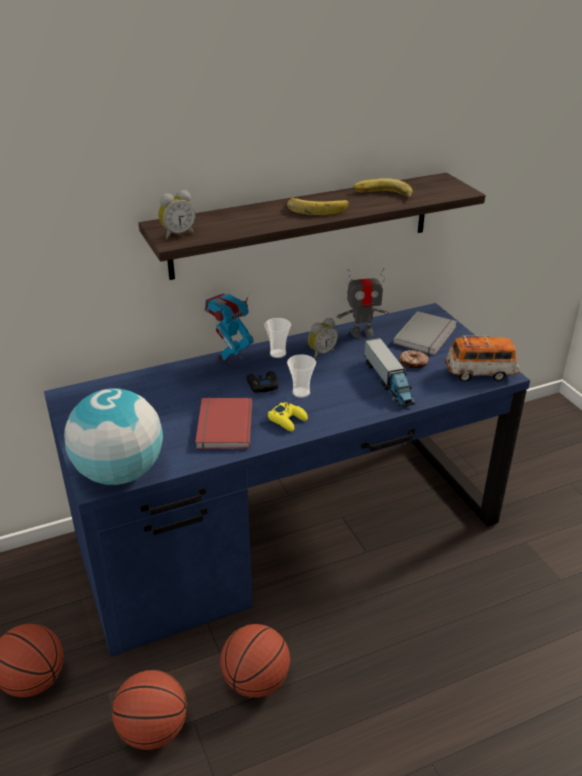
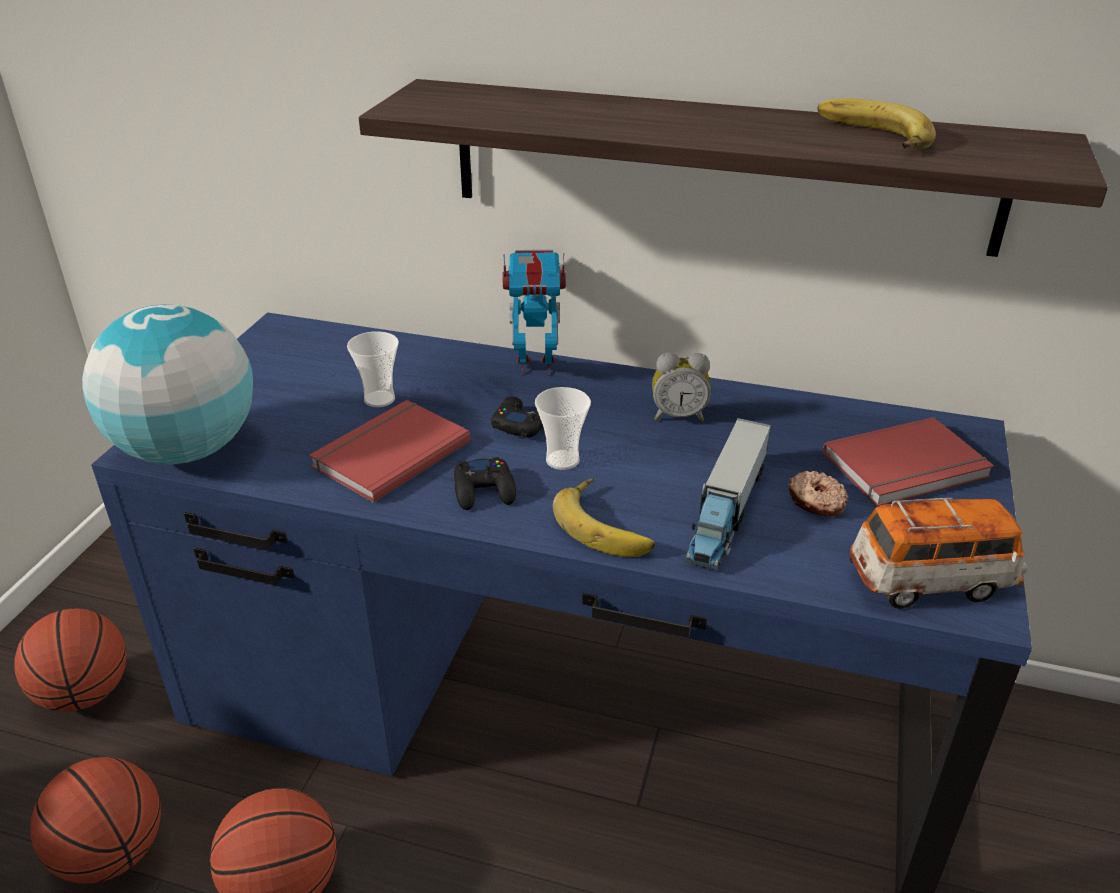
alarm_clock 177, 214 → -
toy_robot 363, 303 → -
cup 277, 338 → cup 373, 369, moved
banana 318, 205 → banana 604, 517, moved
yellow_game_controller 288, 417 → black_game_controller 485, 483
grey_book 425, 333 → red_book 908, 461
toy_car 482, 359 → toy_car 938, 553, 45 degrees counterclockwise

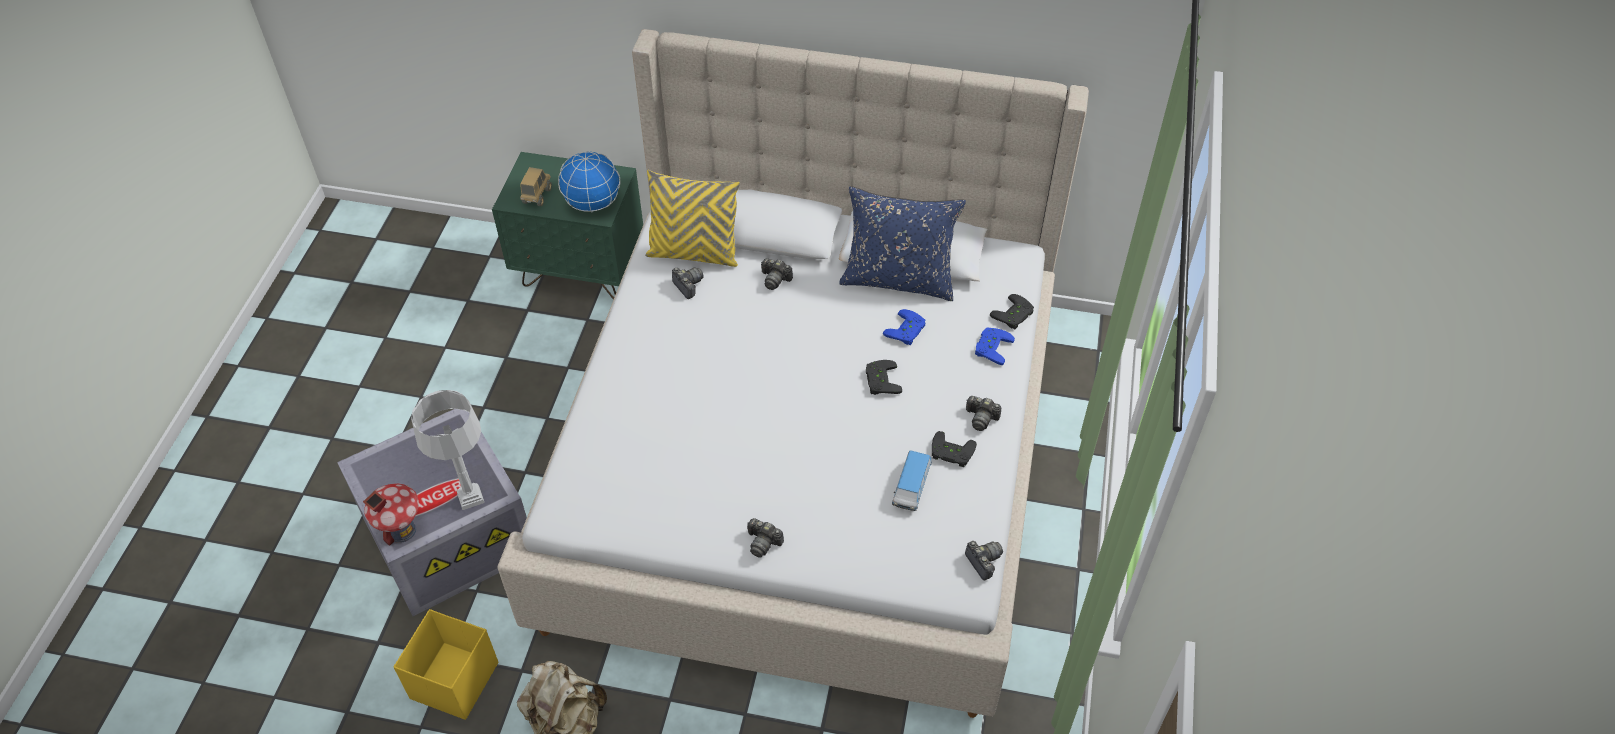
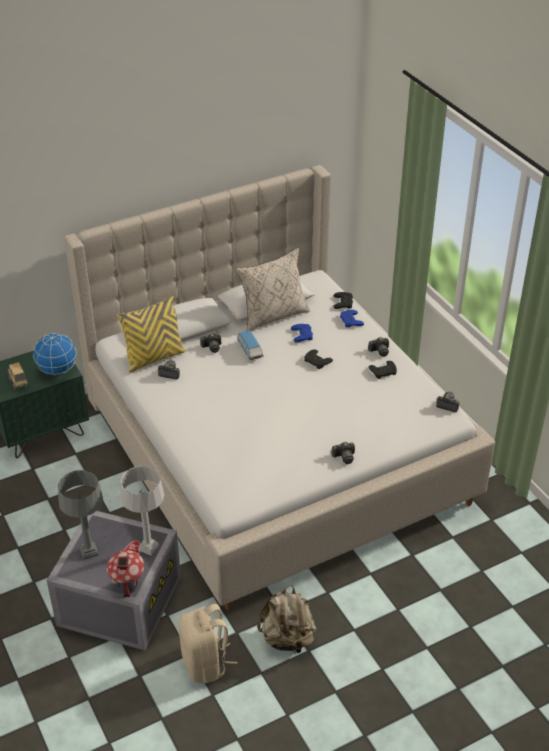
- → grey_table_lamp 80, 515
toy_car 912, 480 → toy_car 250, 345, moved
yellow_storage_box 445, 664 → beige_backpack 208, 643
blue_pillow 902, 243 → beige_pillow 272, 289

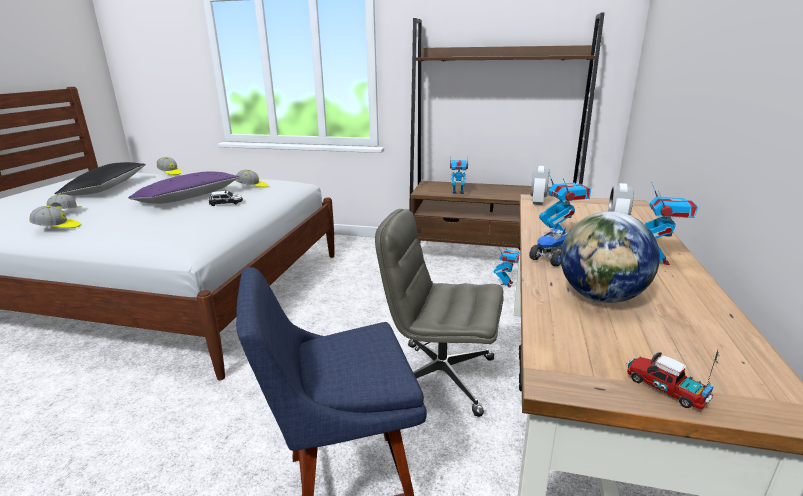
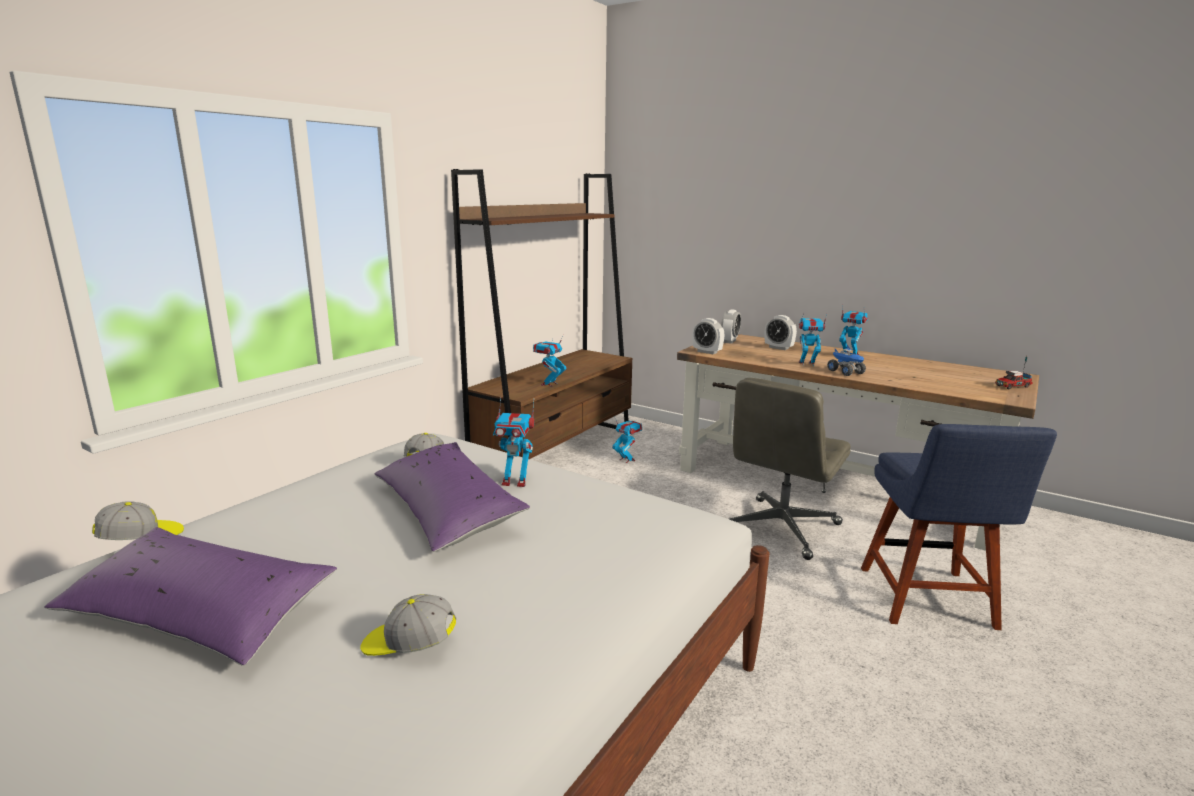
cap 55, 217 → -
globe 610, 257 → -
- → alarm_clock 731, 326
toy_car 226, 198 → toy_robot 513, 442
black_pillow 100, 179 → purple_pillow 191, 596

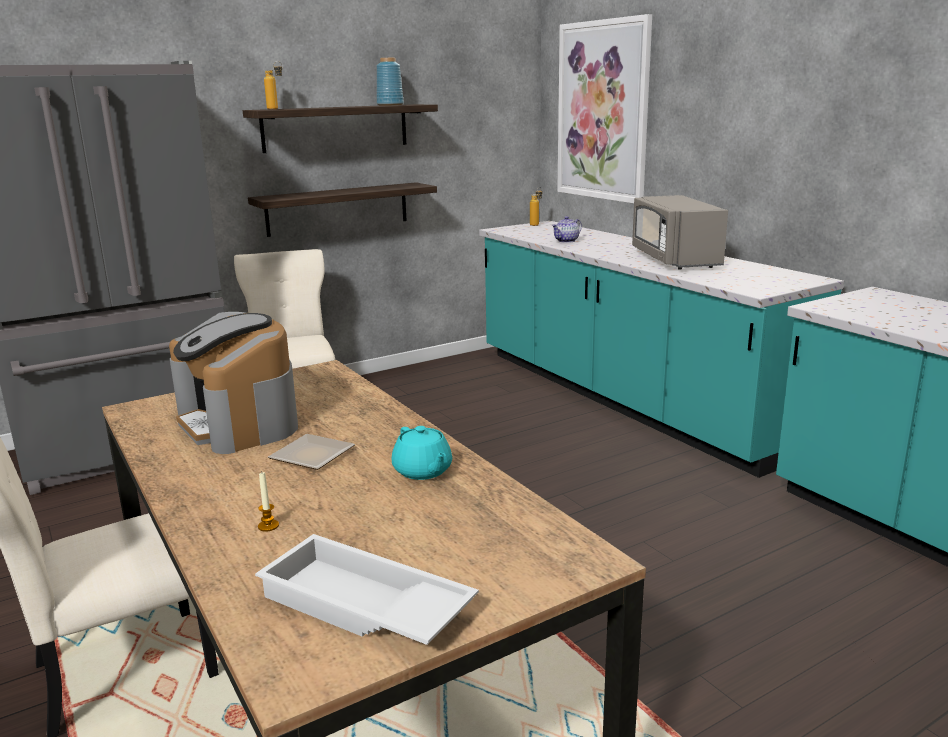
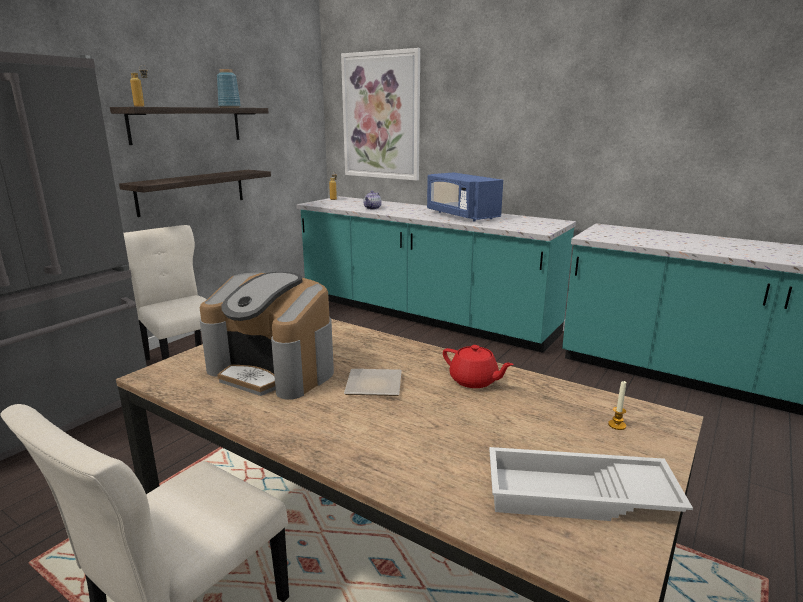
candle 268, 502 → candle 617, 405, moved
turquoise_teapot 422, 453 → red_teapot 478, 366
grey_microwave 680, 232 → blue_microwave 465, 196

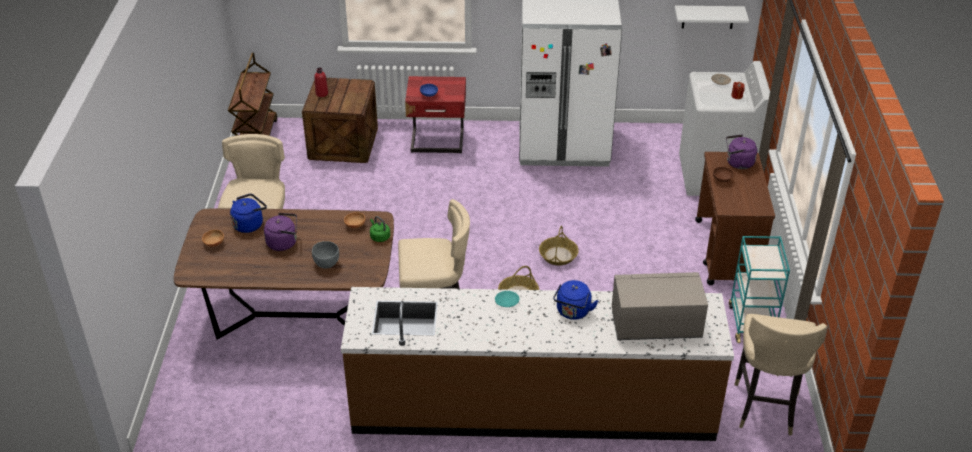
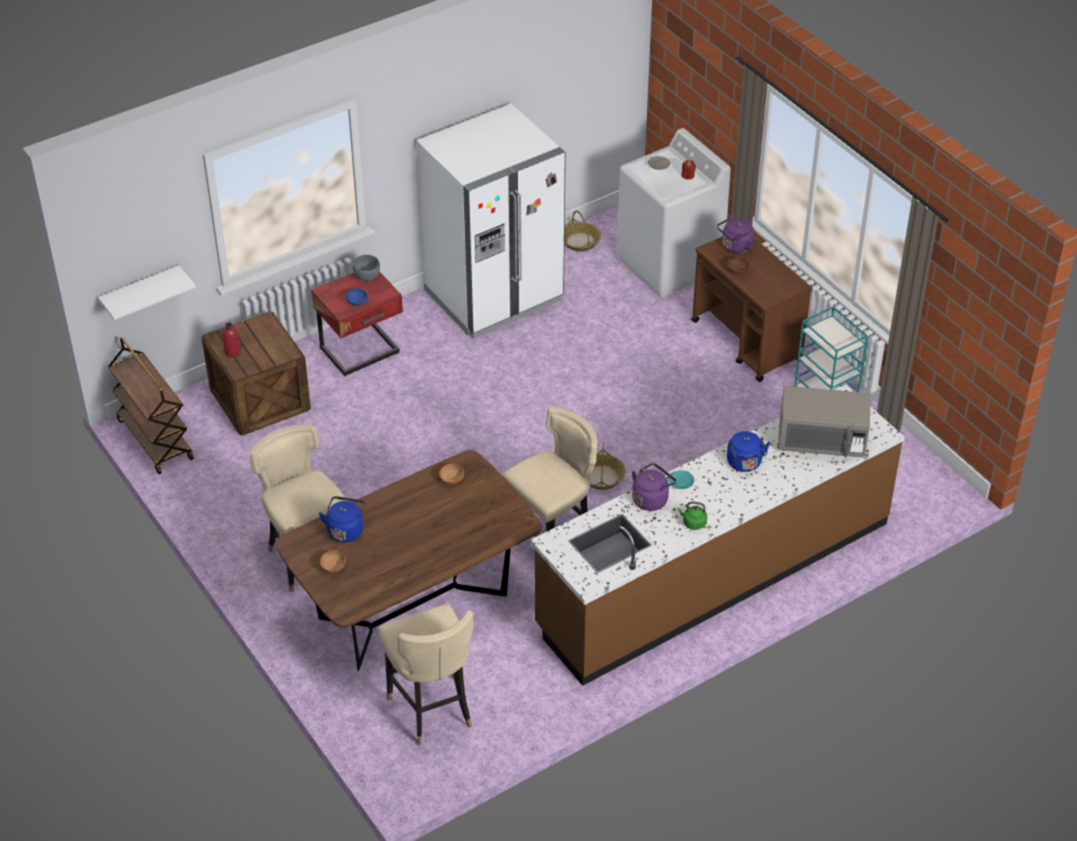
purple_kettle 280, 232 → purple_kettle 654, 487, moved
grey_bowl 325, 255 → grey_bowl 366, 268, moved
green_kettle 380, 229 → green_kettle 692, 516, moved
basket 559, 245 → basket 583, 230, moved
white_shelf 712, 17 → white_shelf 147, 292, moved
beige_chair 781, 375 → beige_chair 425, 674, moved
grey_microwave 660, 306 → grey_microwave 824, 422, 135 degrees counterclockwise

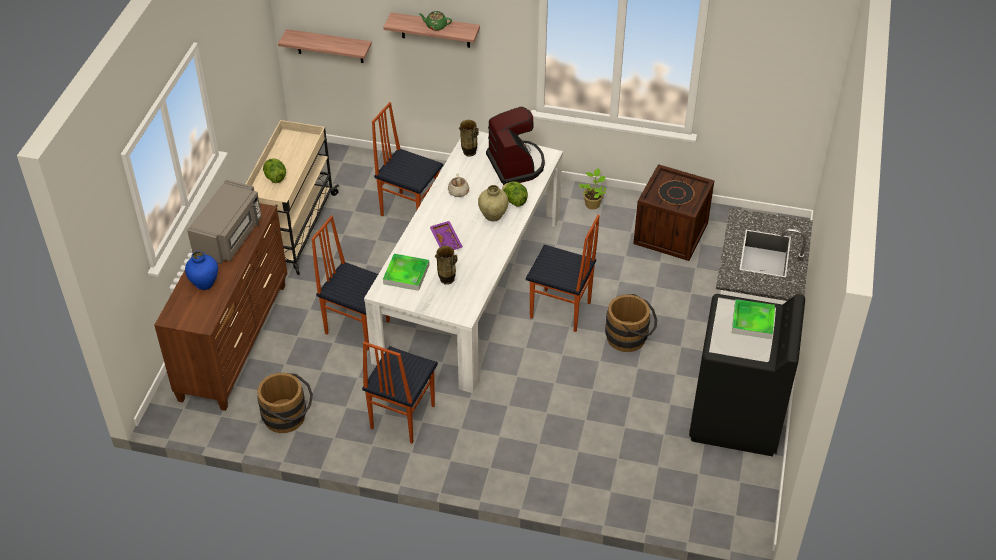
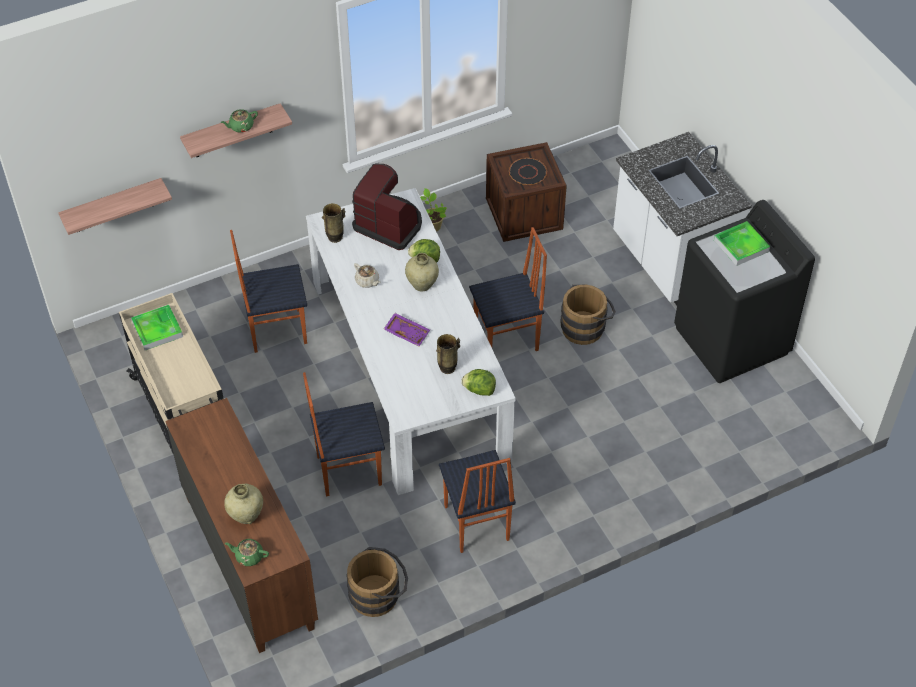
grey_microwave 224, 221 → -
- → green_teapot 247, 552
lettuce 274, 170 → lettuce 478, 382, moved
tray 406, 272 → tray 157, 327, moved
blue_vase 201, 270 → beige_vase 243, 504

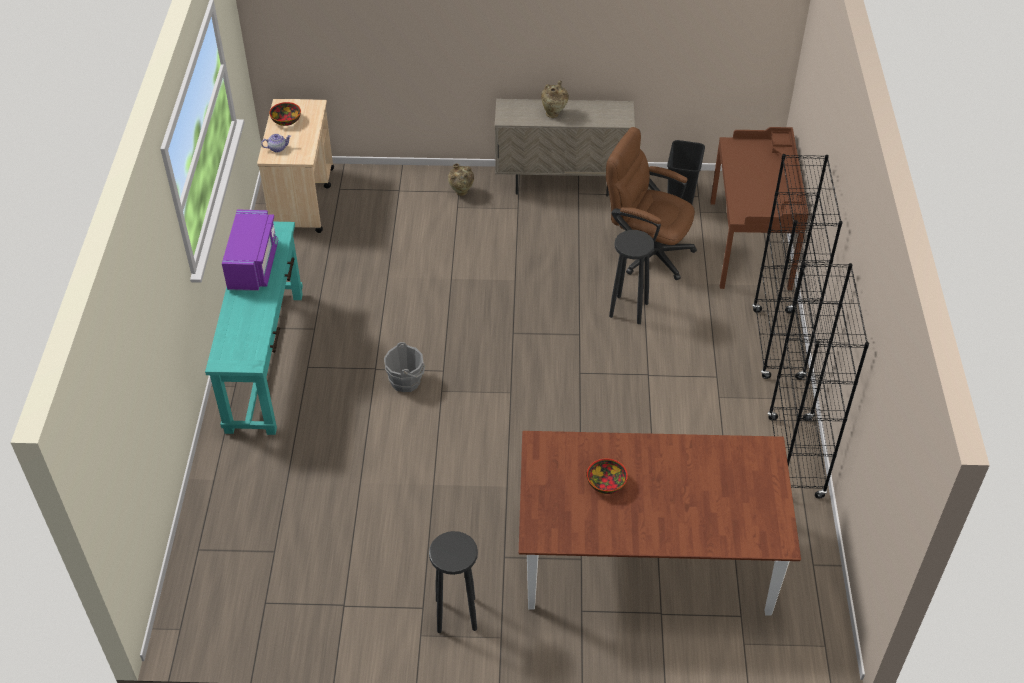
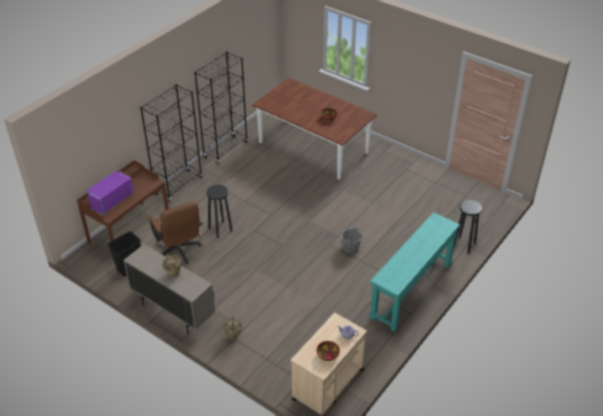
purple_microwave 250, 250 → purple_microwave 110, 193, moved
black_stool 453, 582 → black_stool 468, 227, moved

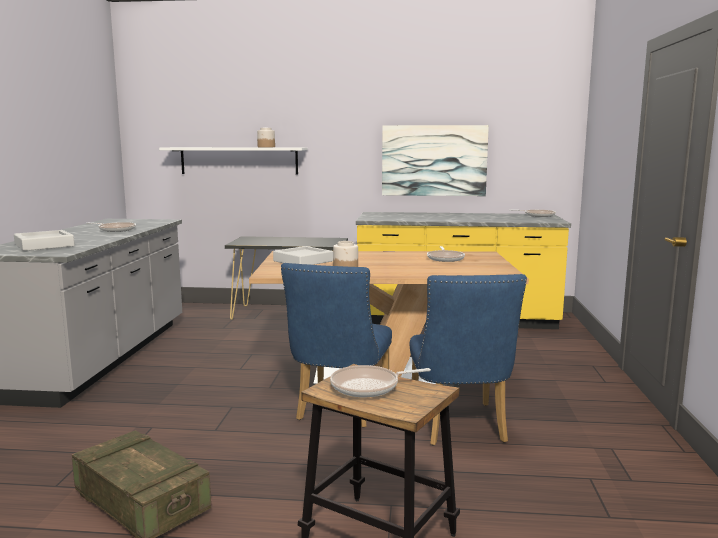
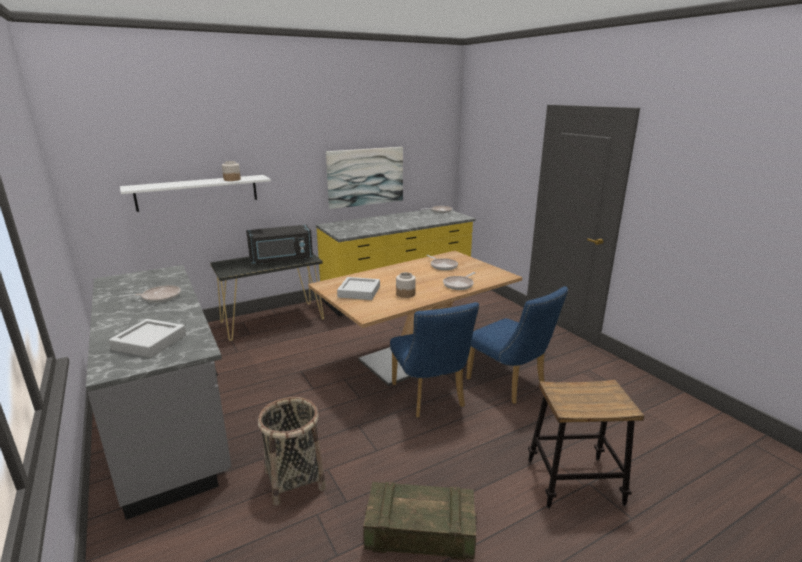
- → black_microwave 279, 244
- → basket 292, 451
frying_pan 380, 381 → frying_pan 459, 281, moved

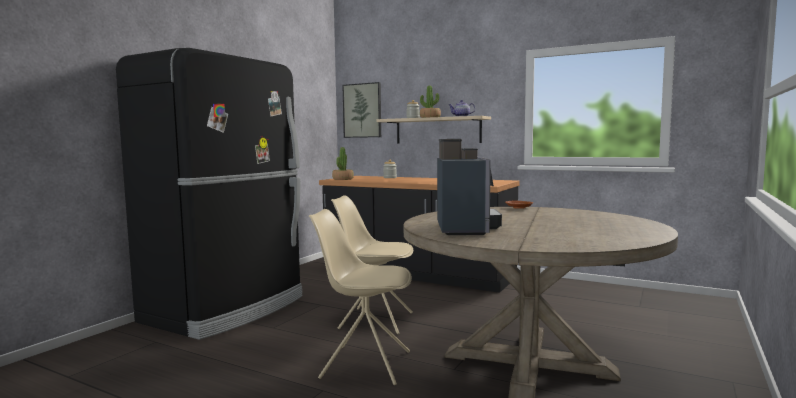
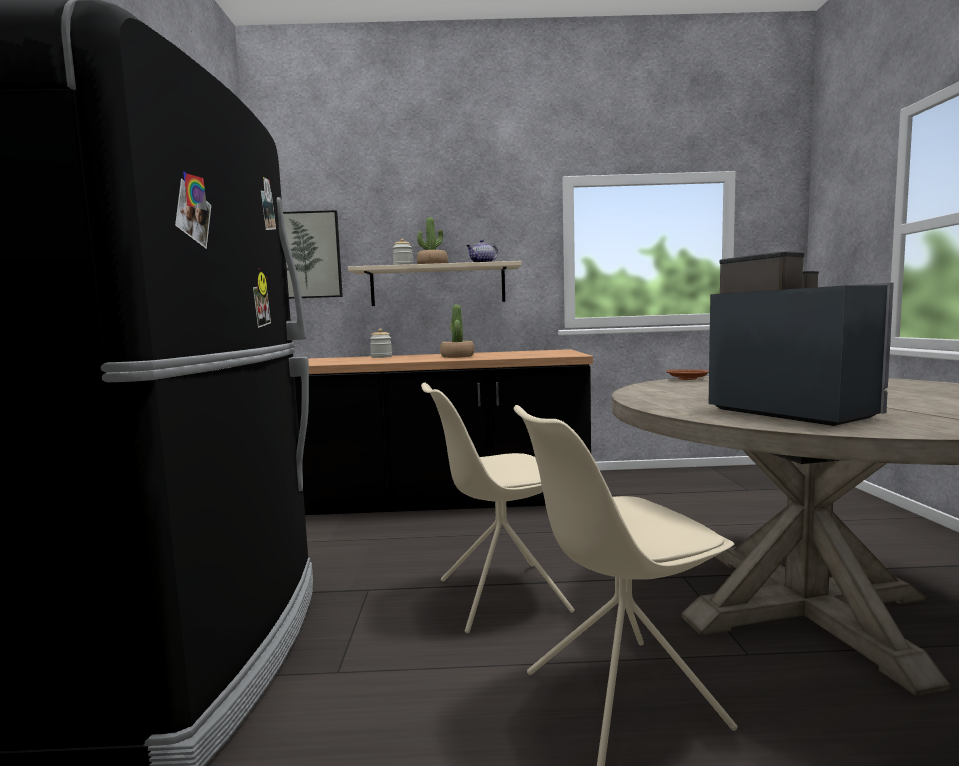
potted_plant 343, 163 → potted_plant 457, 331, moved

